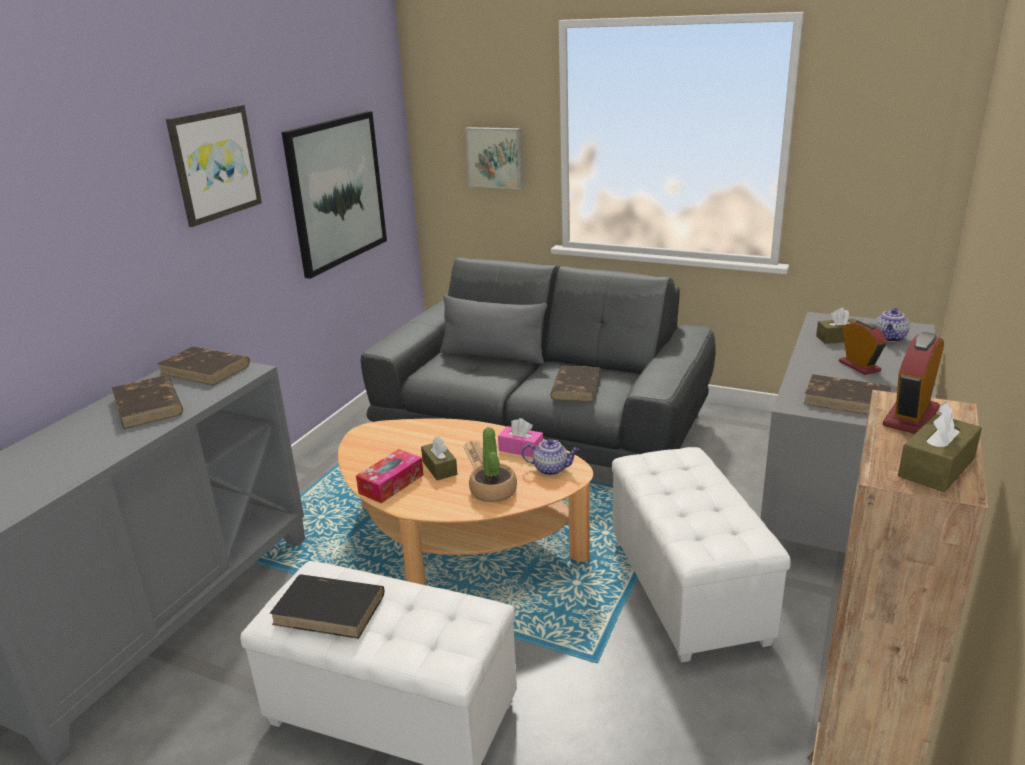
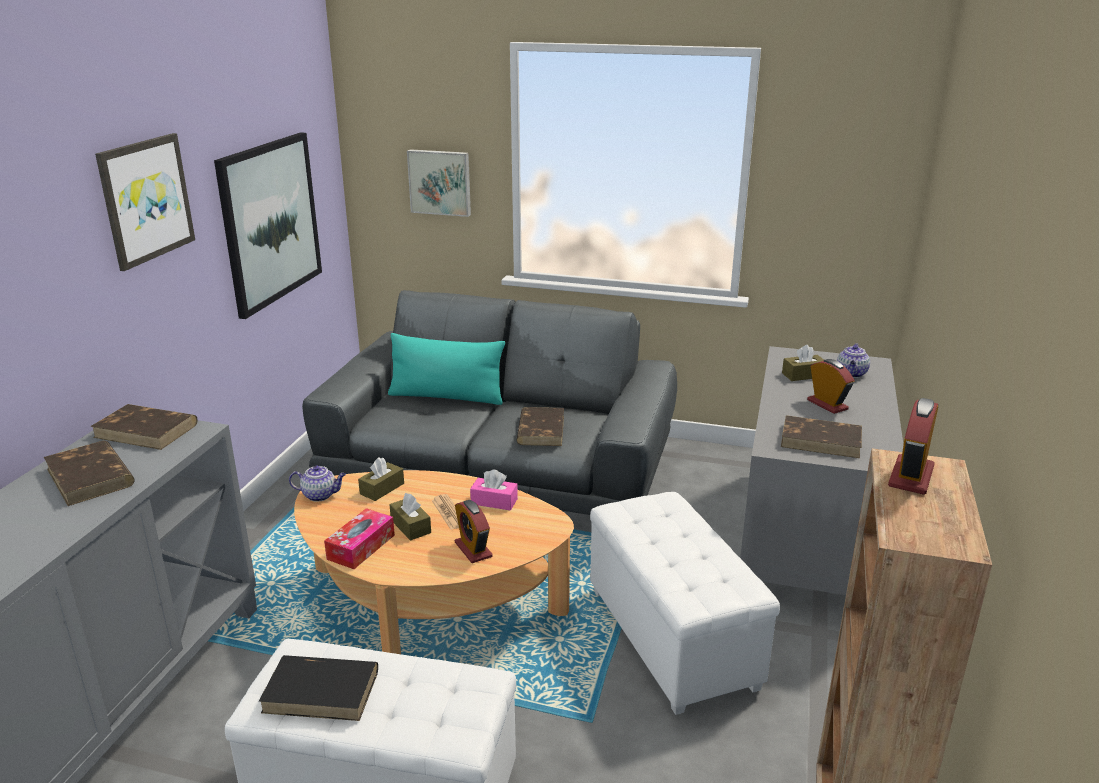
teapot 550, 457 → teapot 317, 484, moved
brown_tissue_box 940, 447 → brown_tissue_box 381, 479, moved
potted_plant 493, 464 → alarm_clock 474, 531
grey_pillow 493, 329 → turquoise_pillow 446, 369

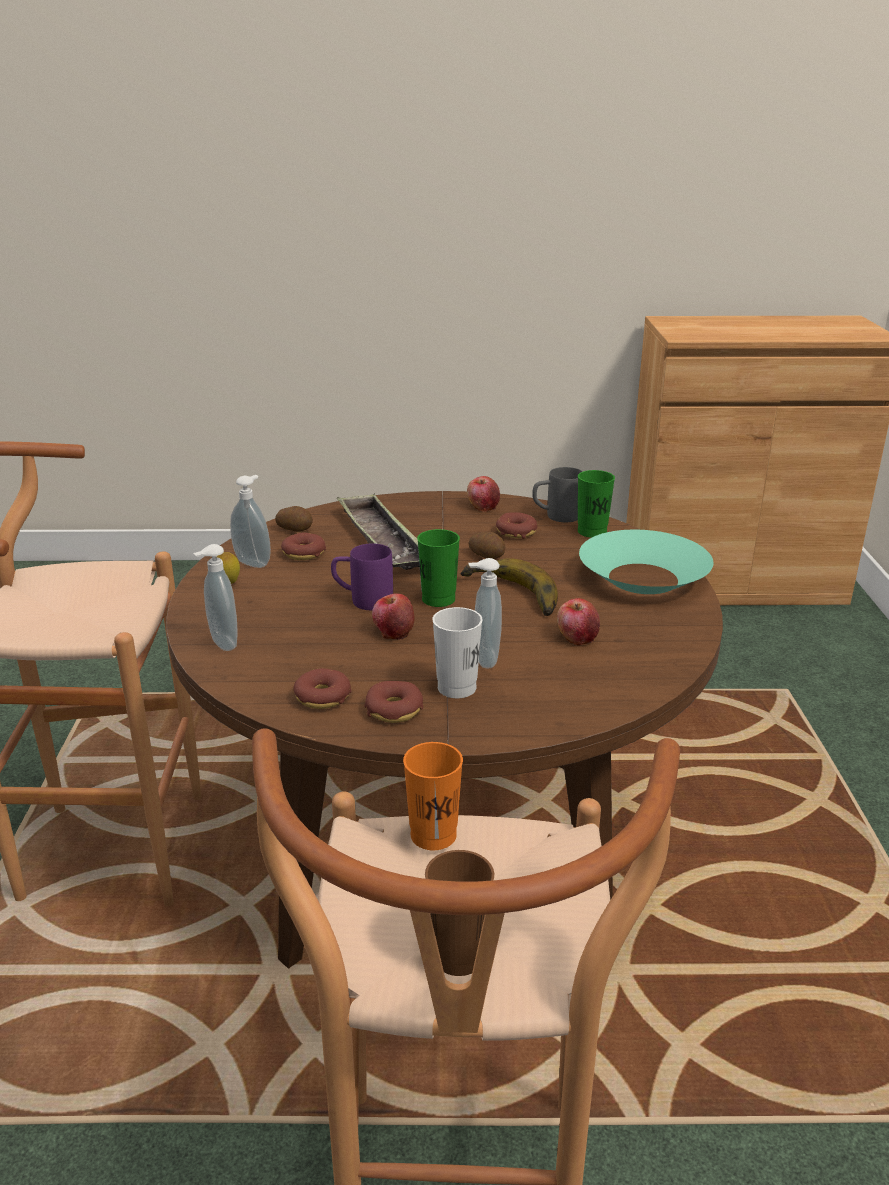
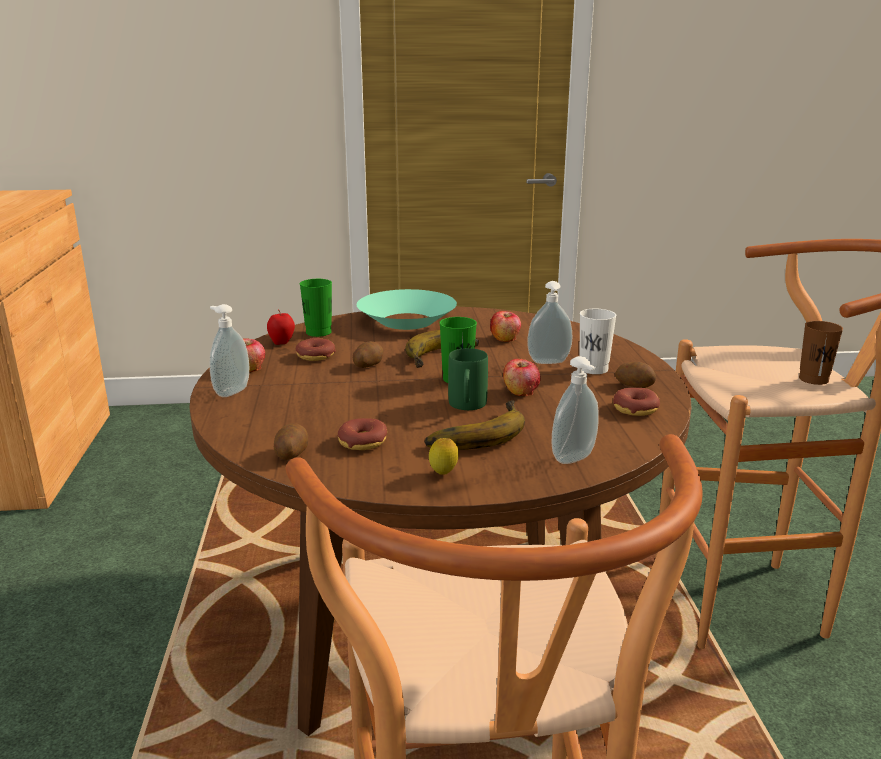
tray 378, 531 → -
orange_cup 433, 796 → -
- → banana 475, 425
soap_dispenser 250, 521 → soap_dispenser 229, 350, moved
donut 393, 702 → potato 635, 375
grey_mug 557, 494 → apple 281, 328
purple_mug 362, 577 → green_mug 468, 379

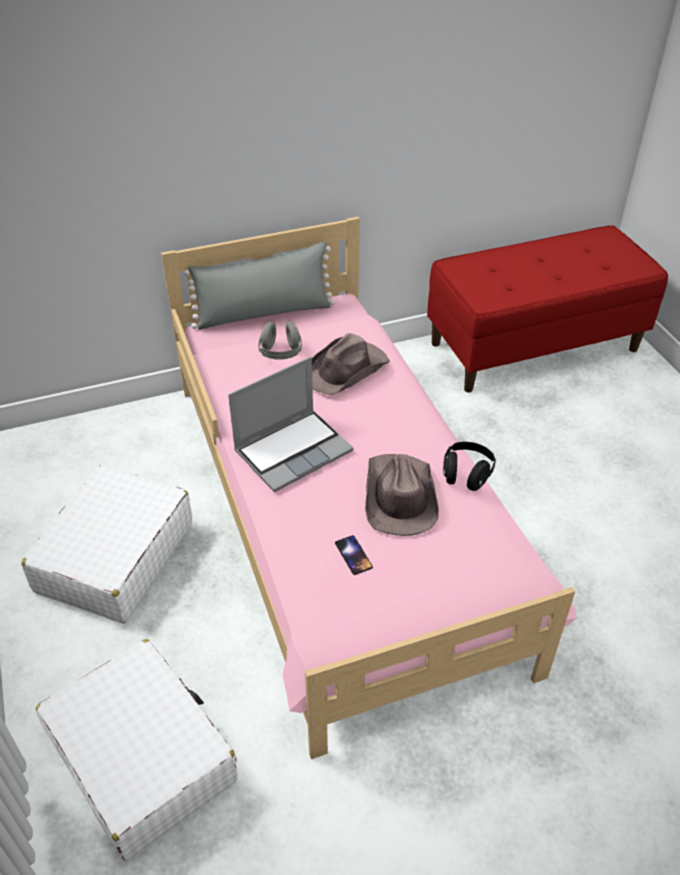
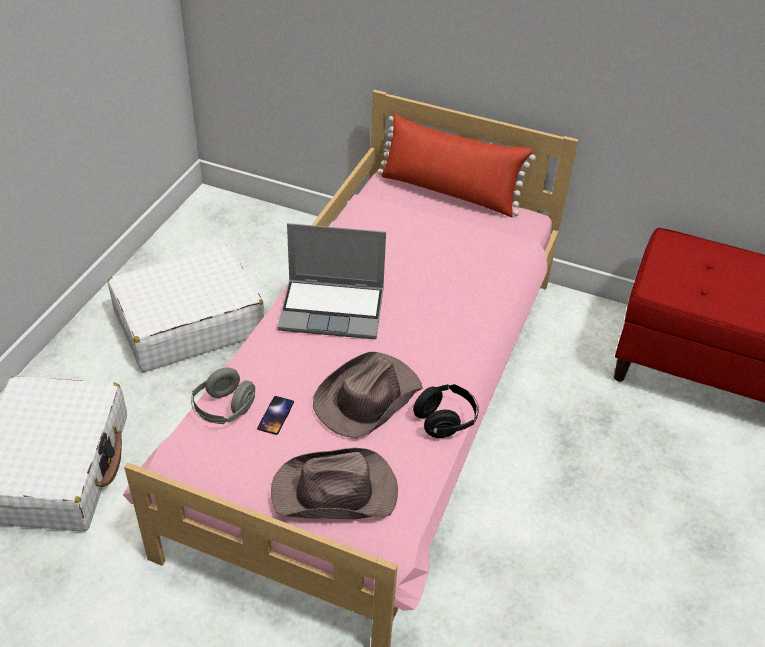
grey_headphones 280, 341 → grey_headphones 223, 395, moved
brown_hat 351, 364 → brown_hat 334, 483, moved
grey_pillow 259, 285 → red_pillow 456, 165

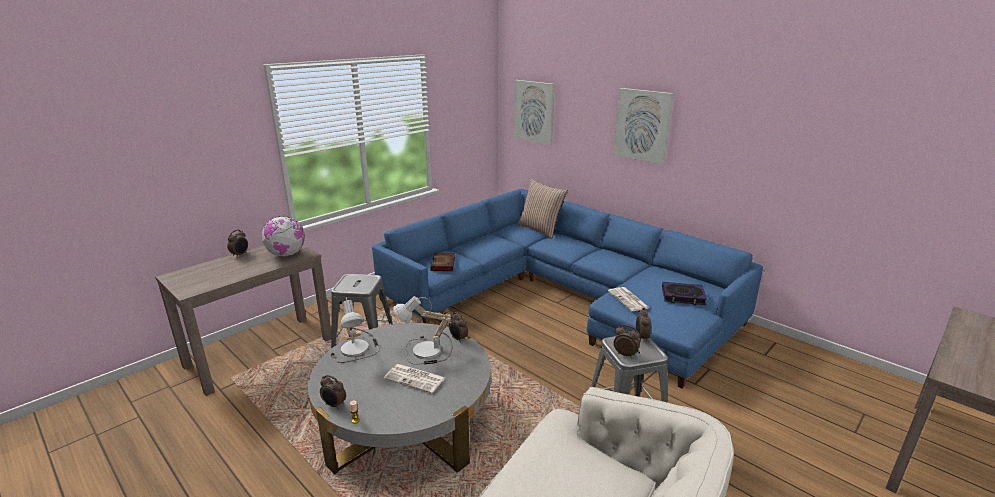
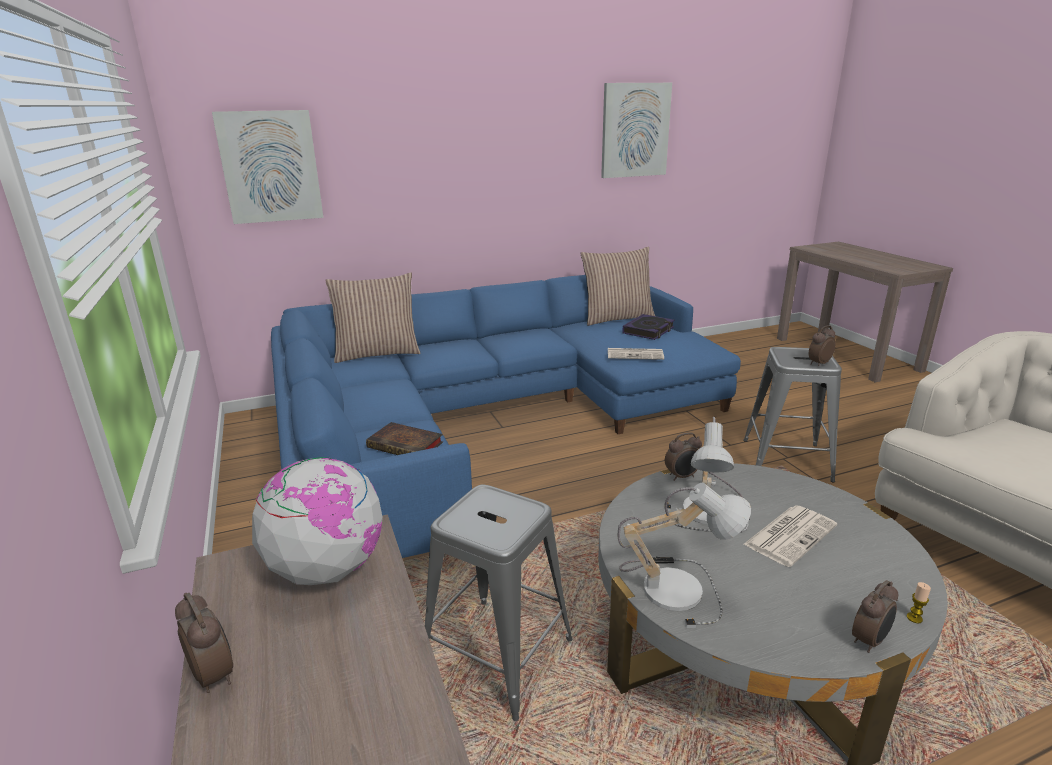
alarm_clock 643, 325 → -
- → pillow 618, 286
picture 644, 126 → picture 636, 130, moved

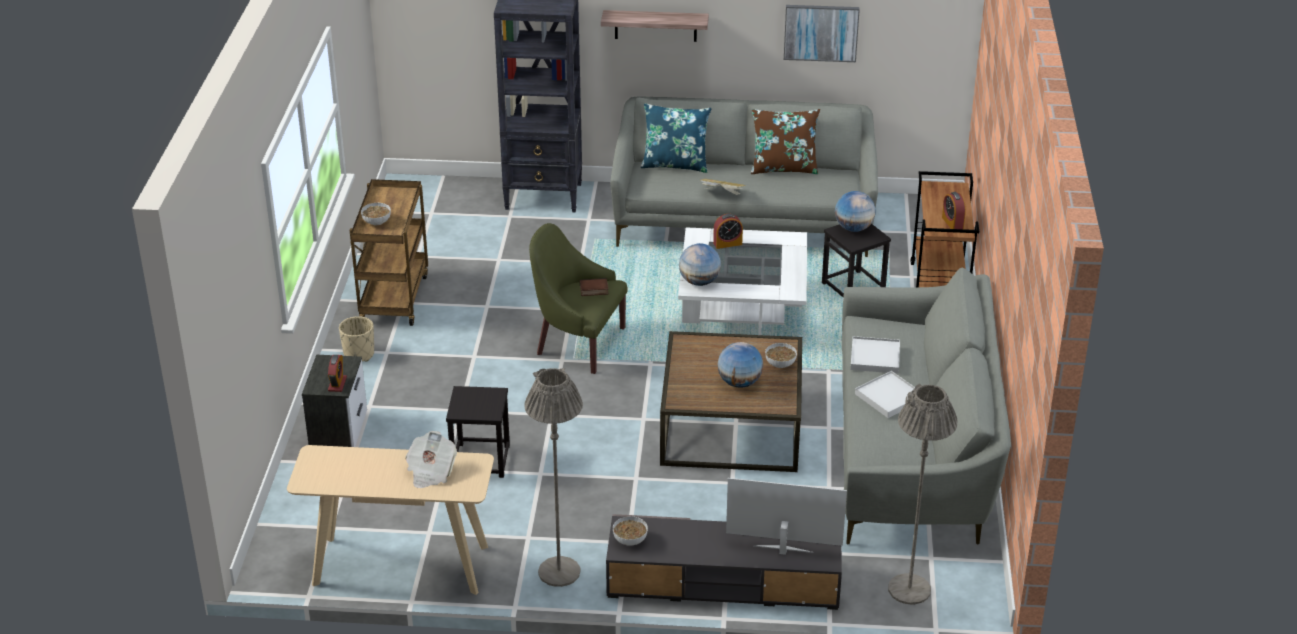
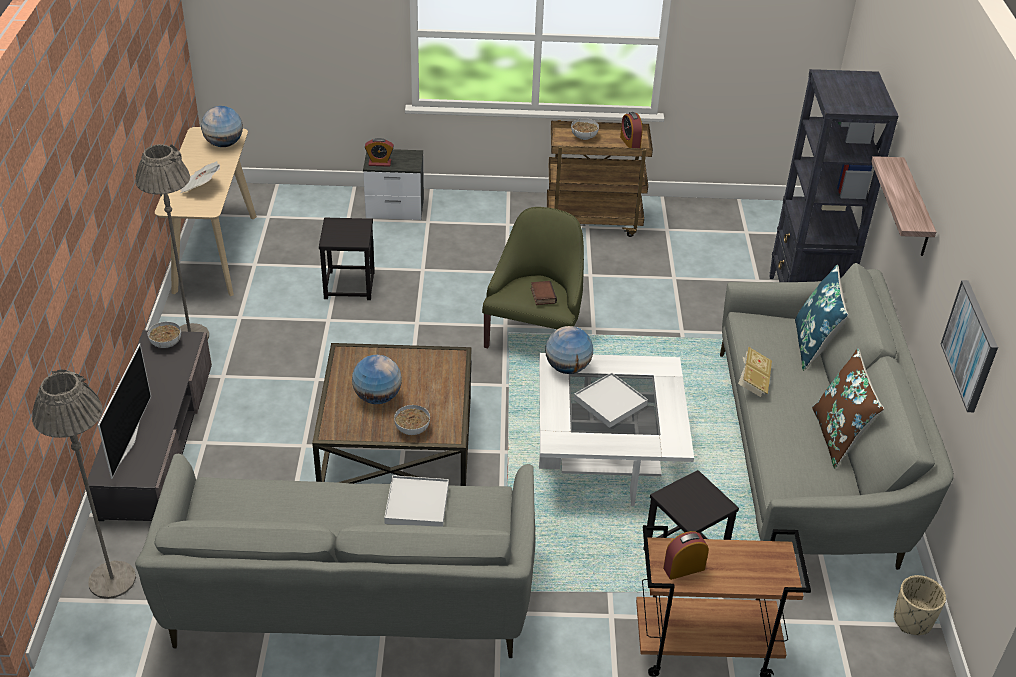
beige_planter 356, 339 → beige_planter 920, 605, moved
alarm_clock 728, 231 → alarm_clock 631, 130, moved
globe 855, 211 → globe 222, 126, moved
white_tray 885, 394 → white_tray 611, 400, moved

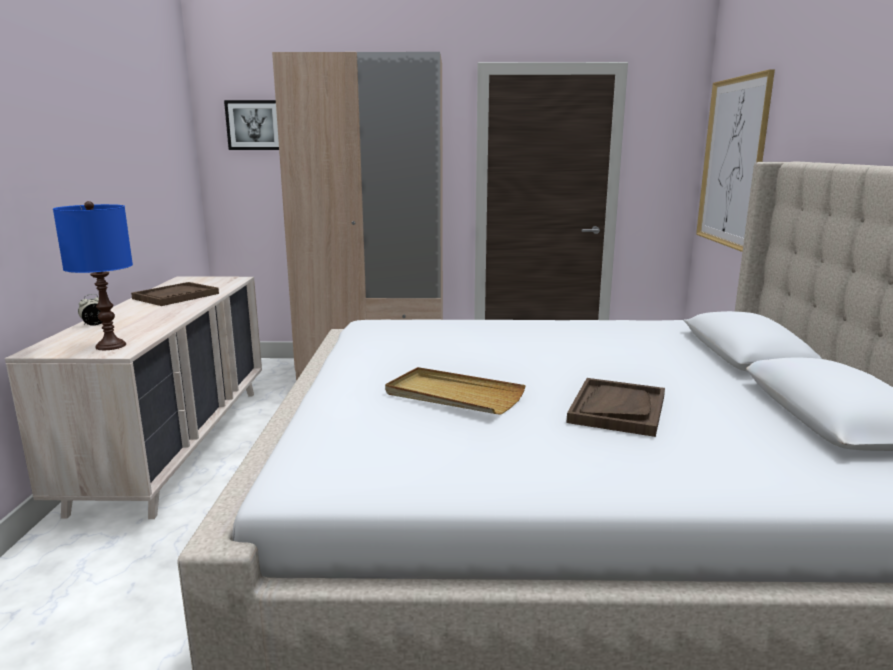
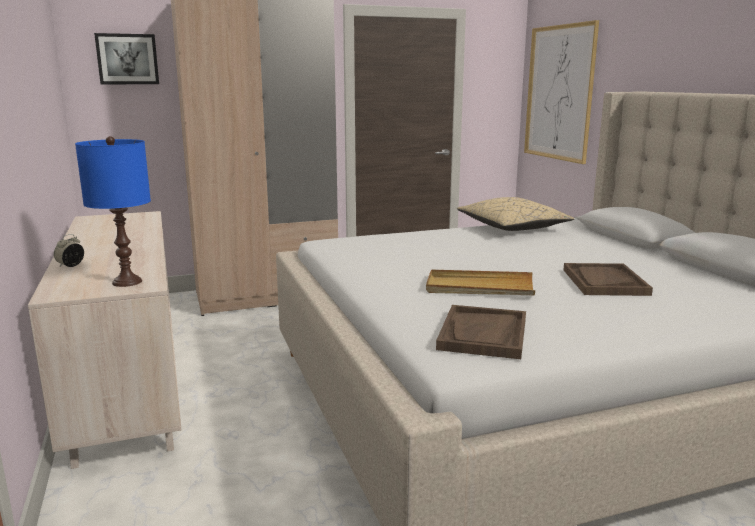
- → beige_pillow 516, 214
brown_tray 175, 294 → brown_tray 481, 332, moved

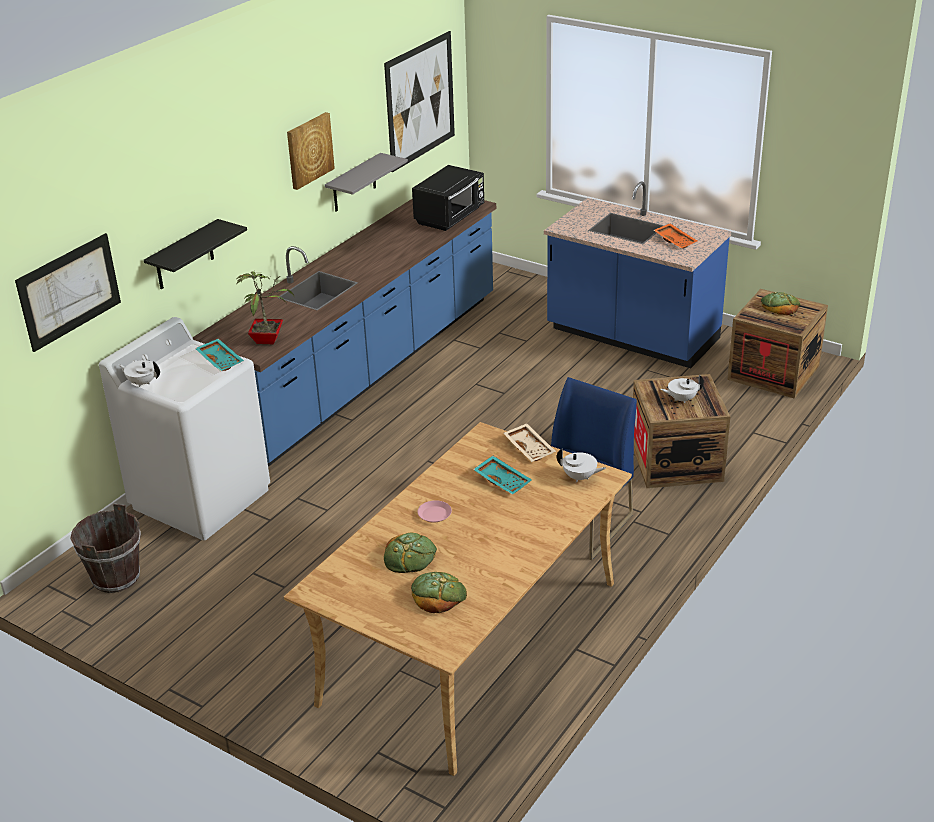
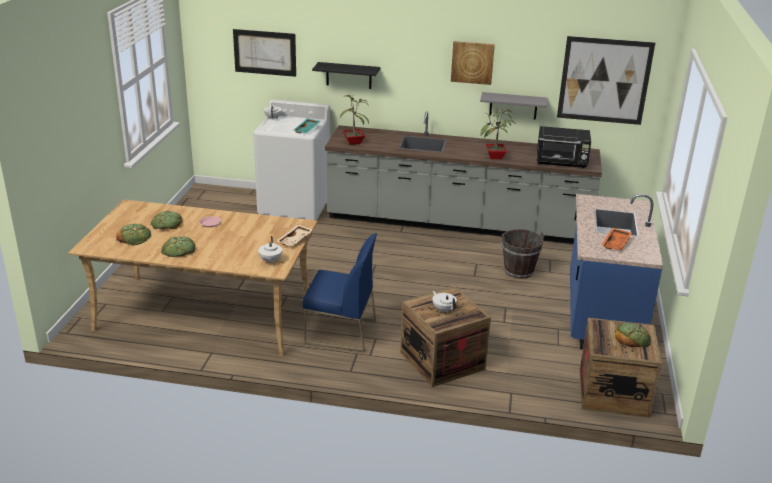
turquoise_tray 502, 475 → -
- → bread 178, 246
- → potted_plant 498, 133
brown_bucket 105, 548 → brown_bucket 523, 254, moved
blue_counter 344, 332 → grey_counter 463, 177

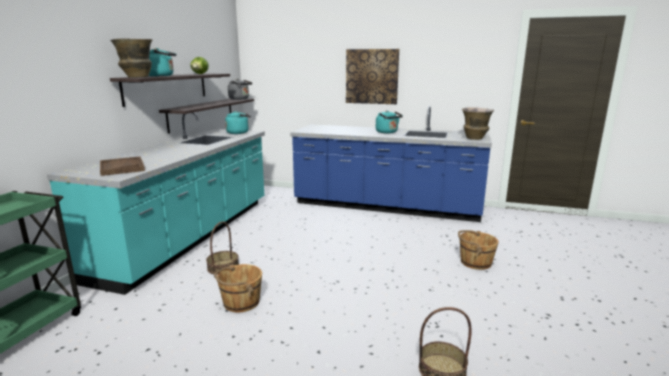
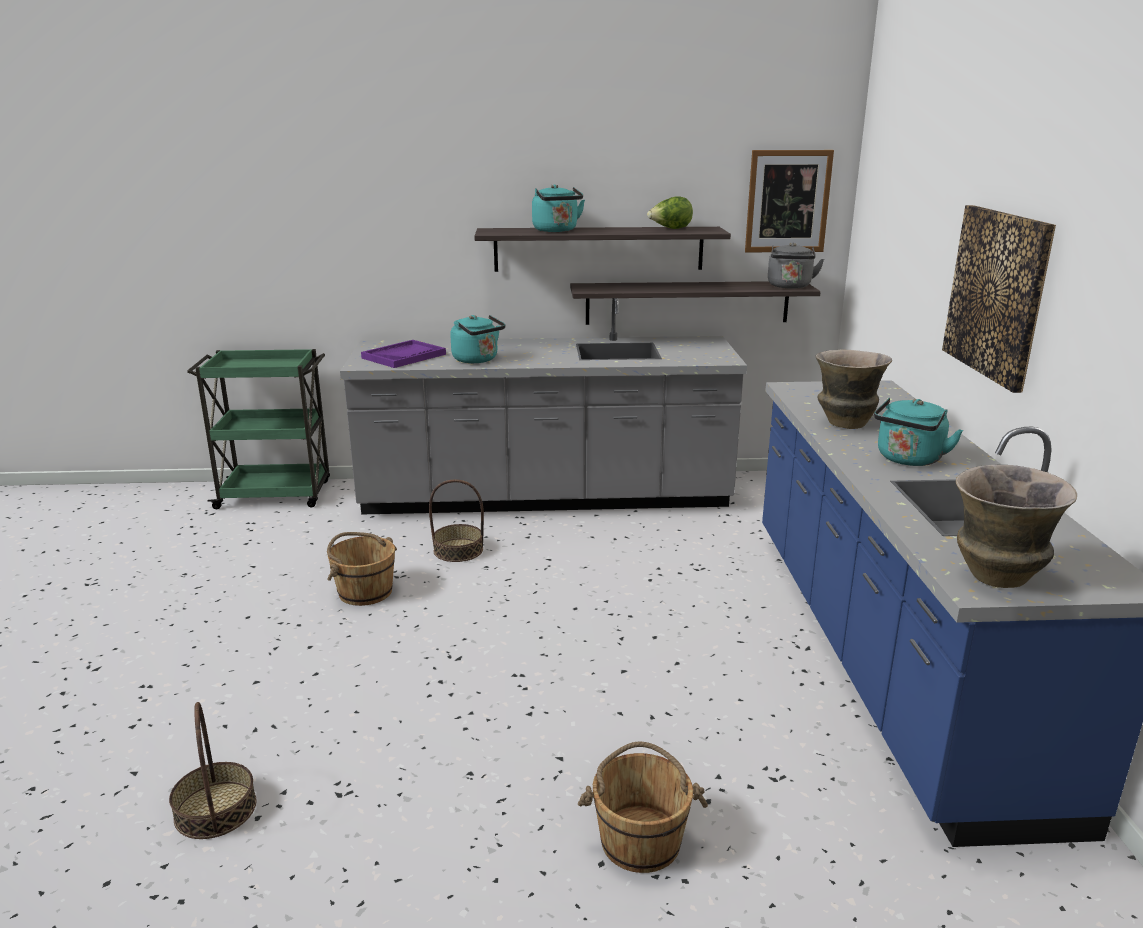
- → picture 789, 201
vase 131, 58 → vase 853, 389, moved
turquoise_kettle 238, 122 → turquoise_kettle 477, 339, moved
turquoise_counter 156, 203 → grey_counter 543, 406
brown_tray 122, 166 → purple_tray 403, 354

